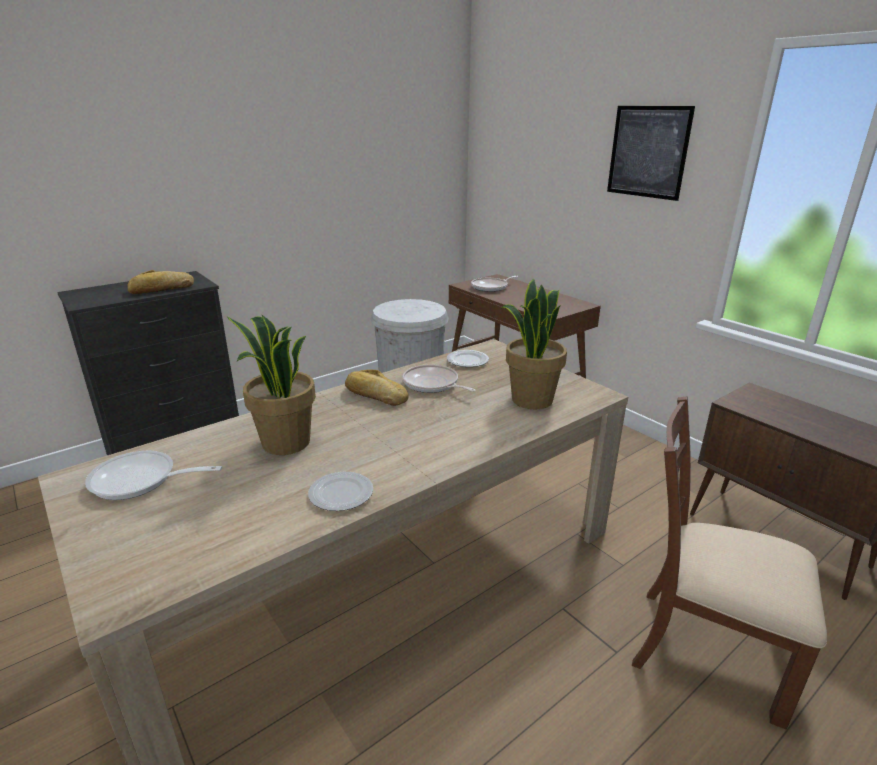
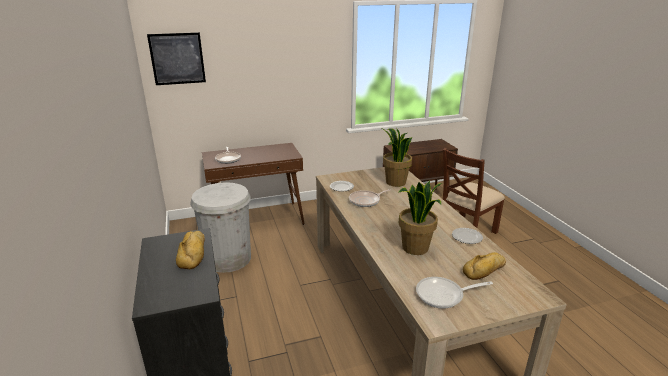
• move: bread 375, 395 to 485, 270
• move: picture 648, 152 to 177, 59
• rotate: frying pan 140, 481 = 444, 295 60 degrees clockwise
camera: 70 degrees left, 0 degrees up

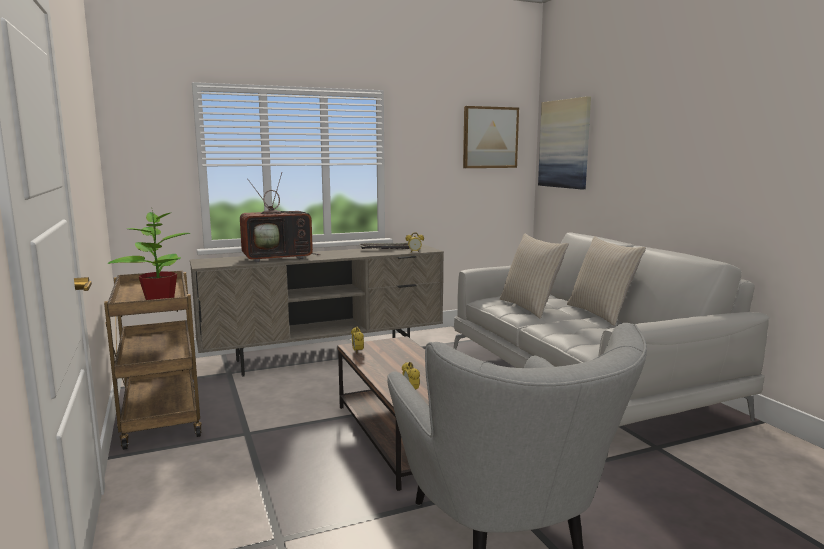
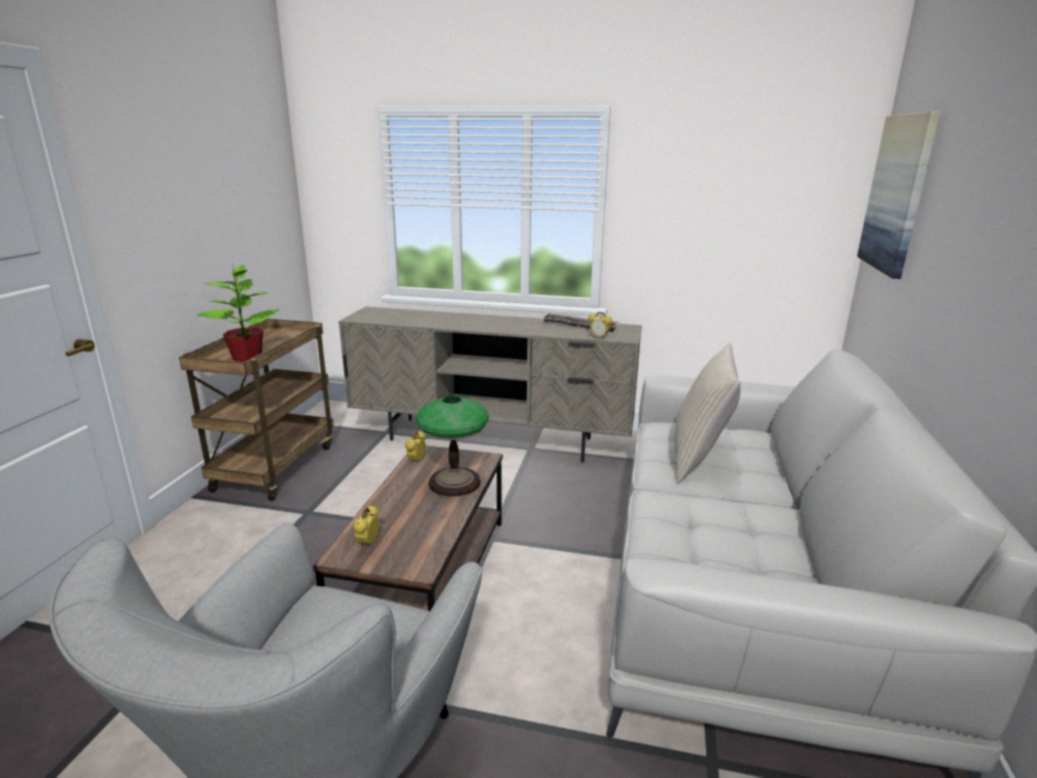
• delete: television 279, 258
• delete: picture 490, 137
• delete: beige pillow 601, 314
• insert: table lamp 454, 482
camera: 35 degrees right, 10 degrees up

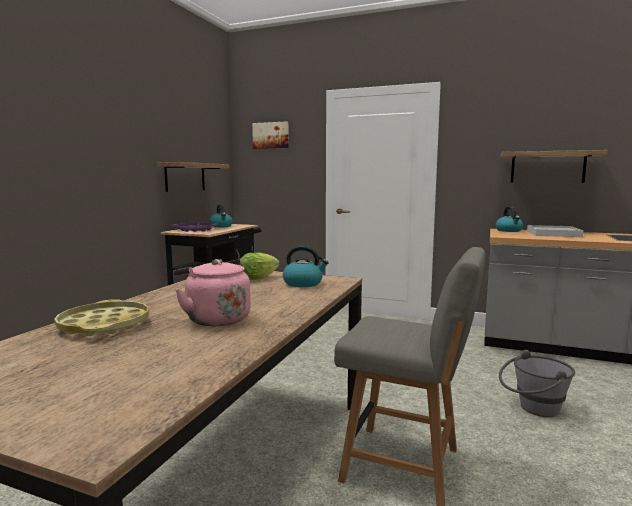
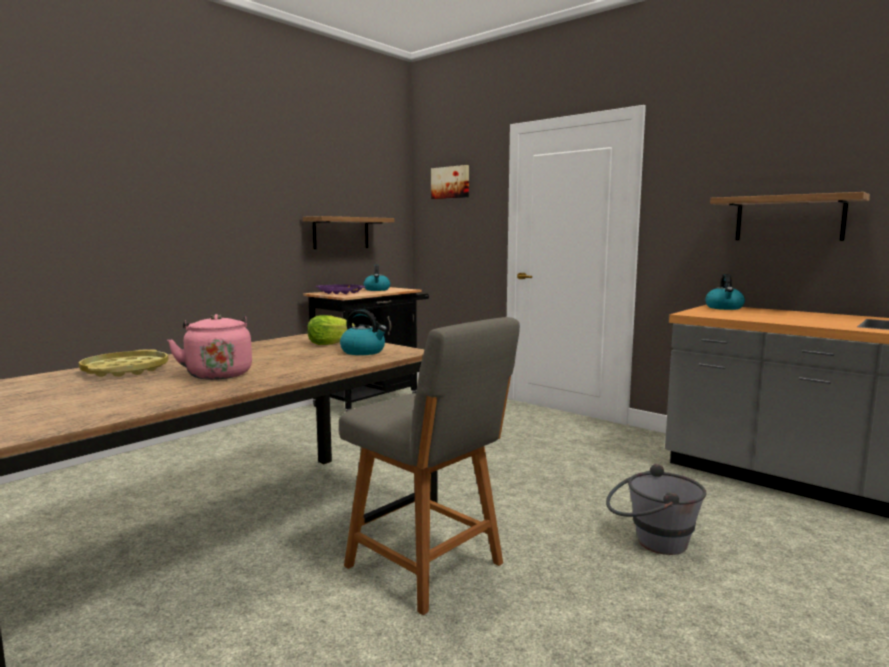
• delete: white tray 553, 234
camera: 20 degrees right, 0 degrees up

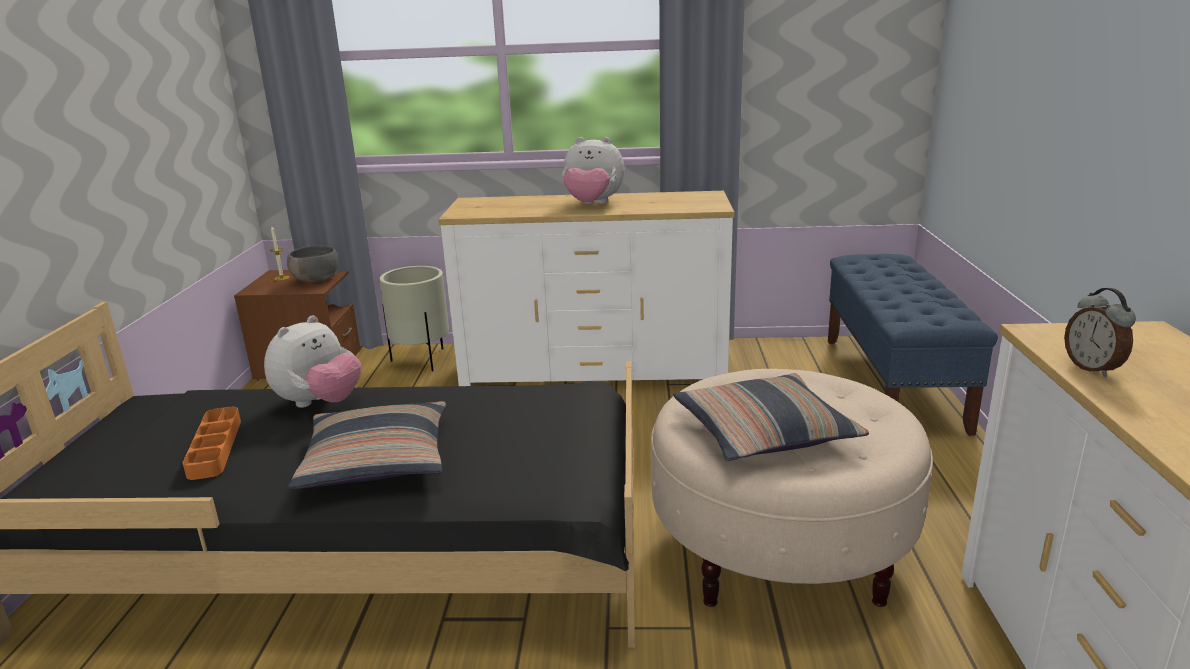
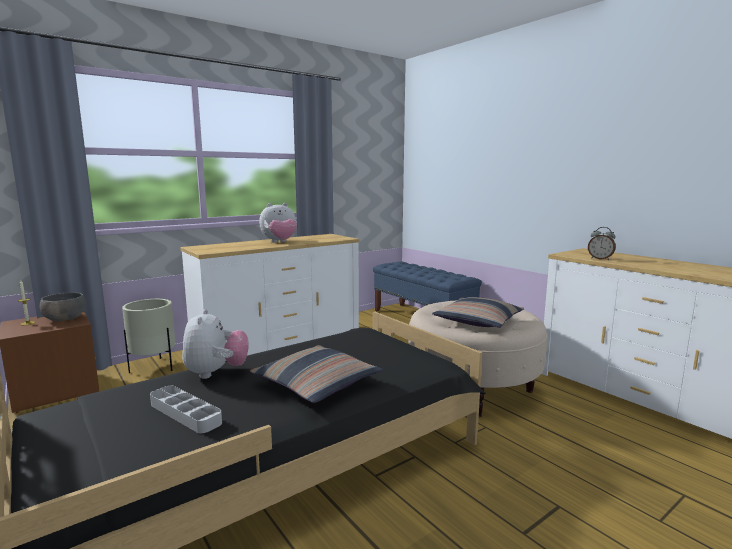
• recolor: orange tray 215, 447 to grey tray 185, 413
camera: 40 degrees left, 10 degrees down

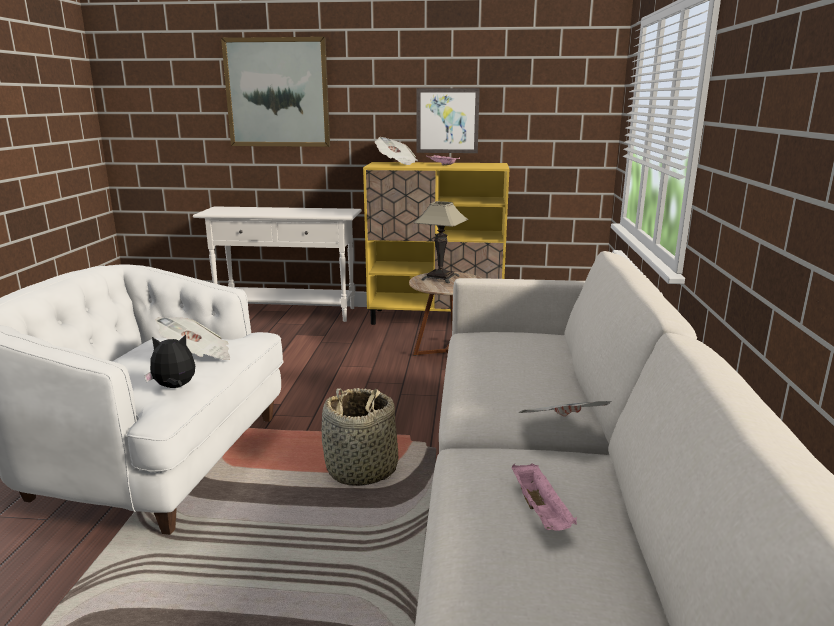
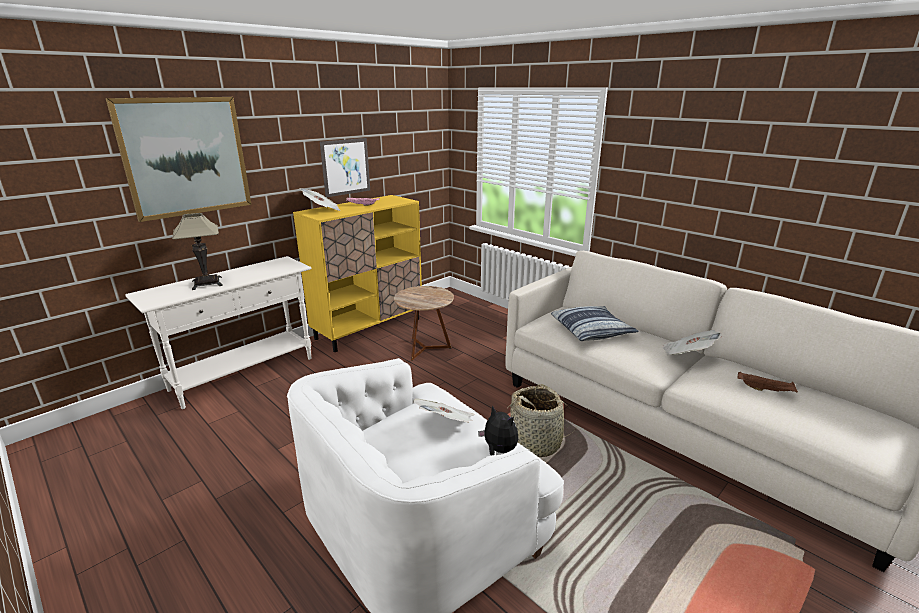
• insert: pillow 592, 330
• move: table lamp 440, 278 to 207, 283
• recolor: pink tray 541, 512 to brown tray 765, 390
• rotate: plush toy 174, 387 = 498, 450 105 degrees clockwise
camera: 50 degrees left, 5 degrees up

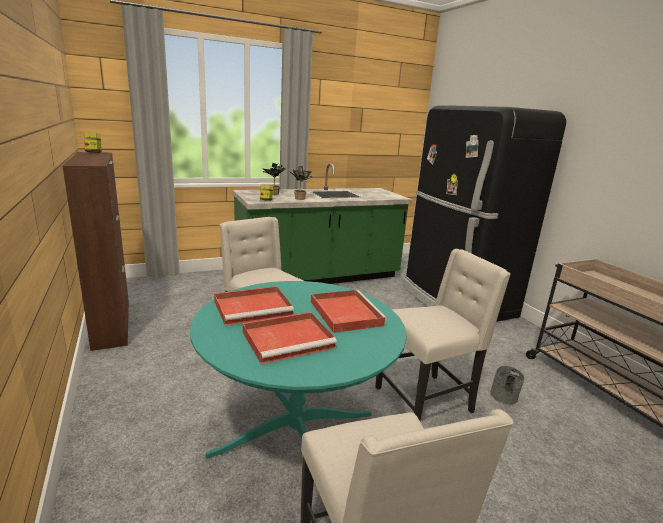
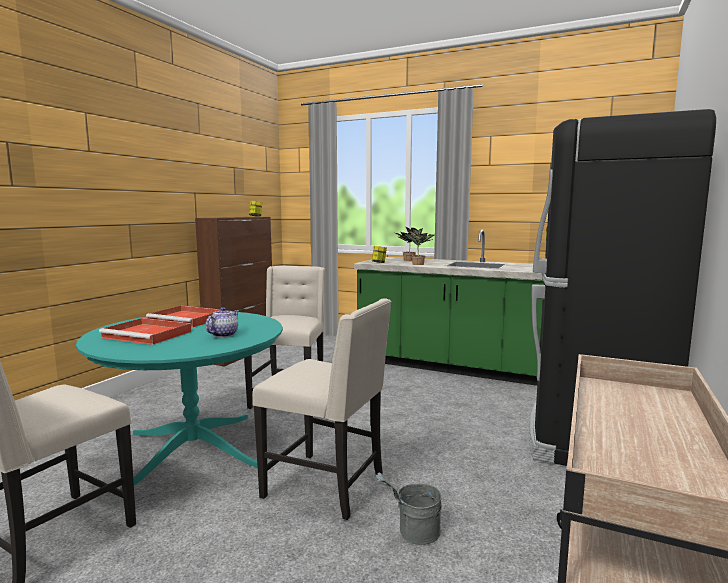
• replace: red tray 345, 312 to teapot 224, 334
camera: 50 degrees right, 10 degrees down

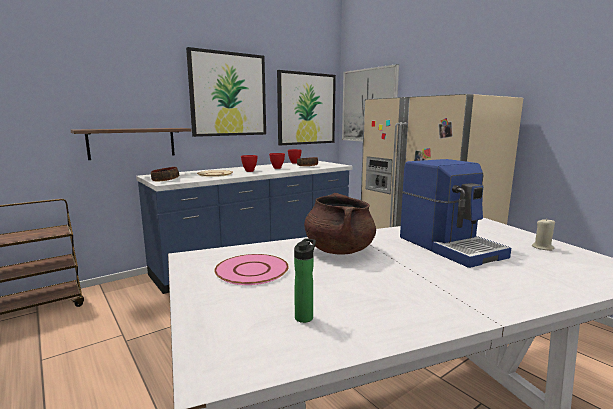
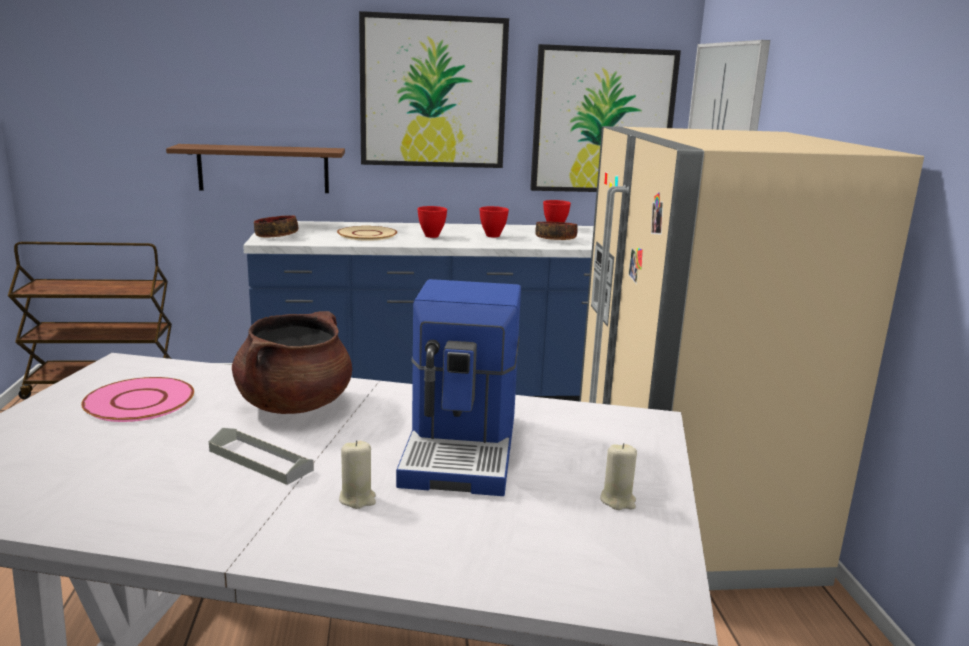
• delete: bottle 305, 316
• insert: grey tray 260, 460
• insert: beige candle 357, 499
camera: 30 degrees right, 5 degrees up

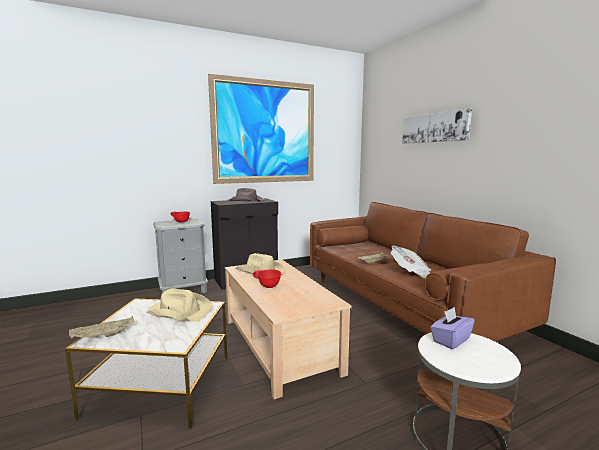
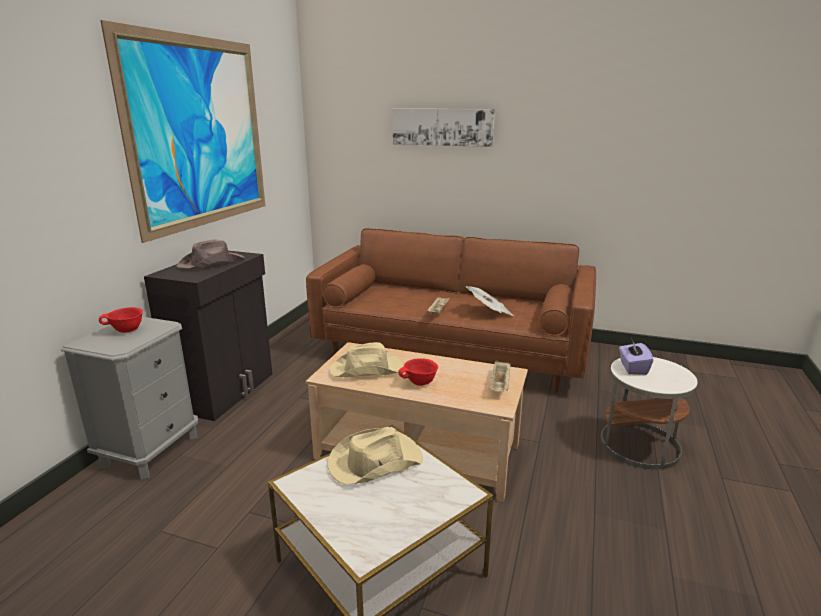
• move: beige tray 102, 336 to 499, 386
camera: 45 degrees left, 10 degrees up

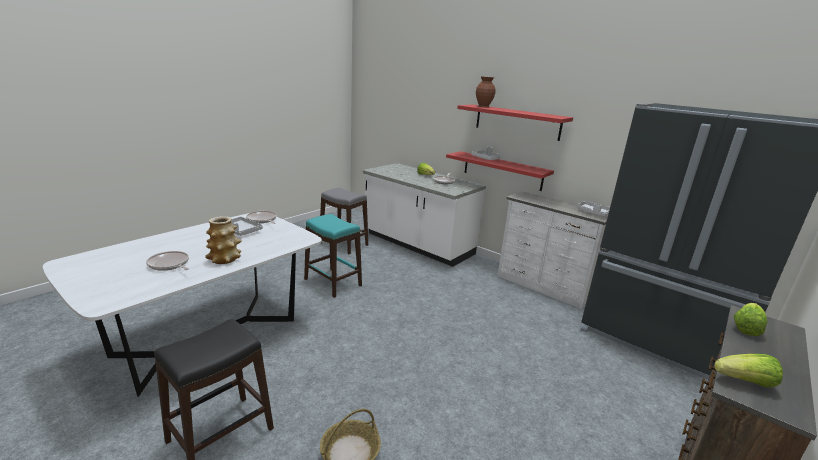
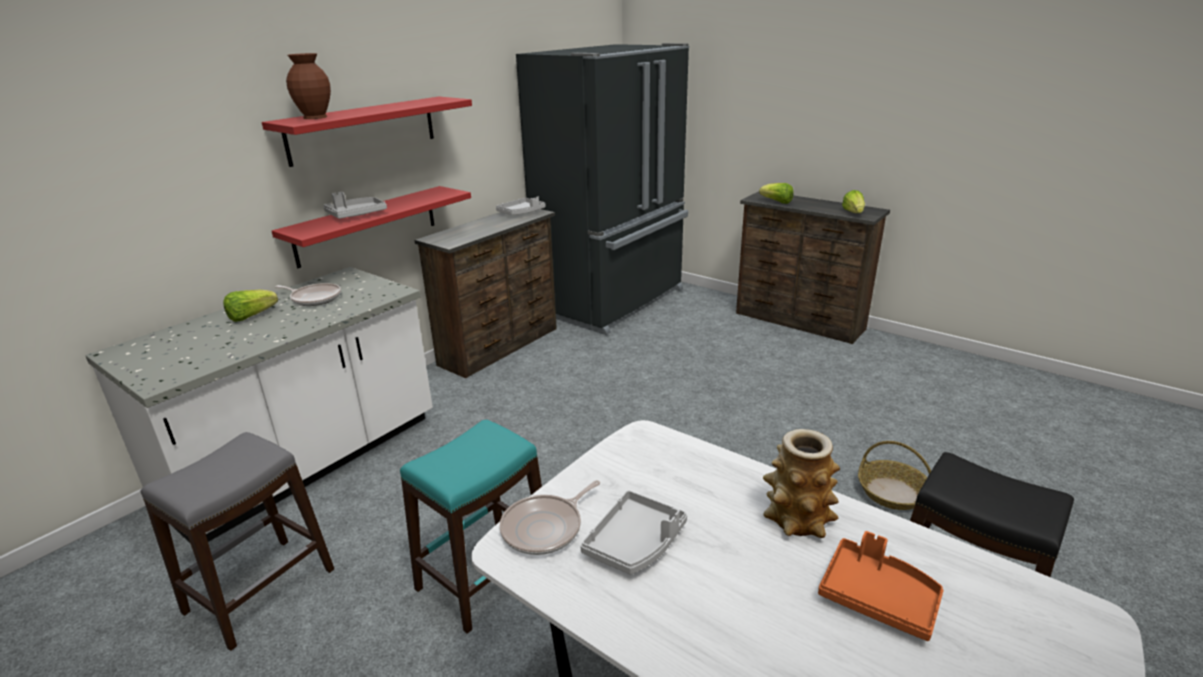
• replace: frying pan 169, 264 to orange tray 878, 597
• recolor: white dresser 542, 287 to brown dresser 501, 346
camera: 90 degrees left, 5 degrees up

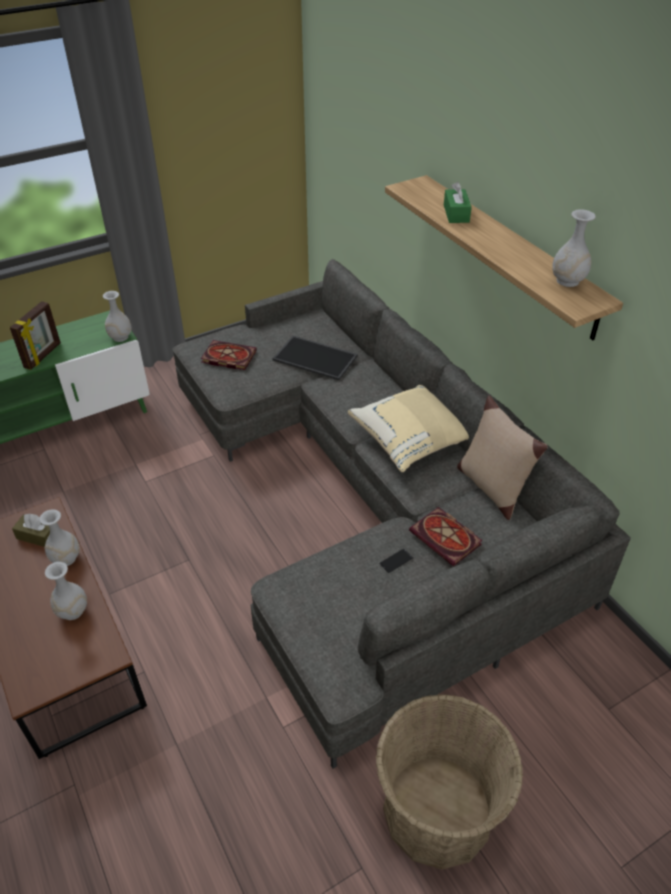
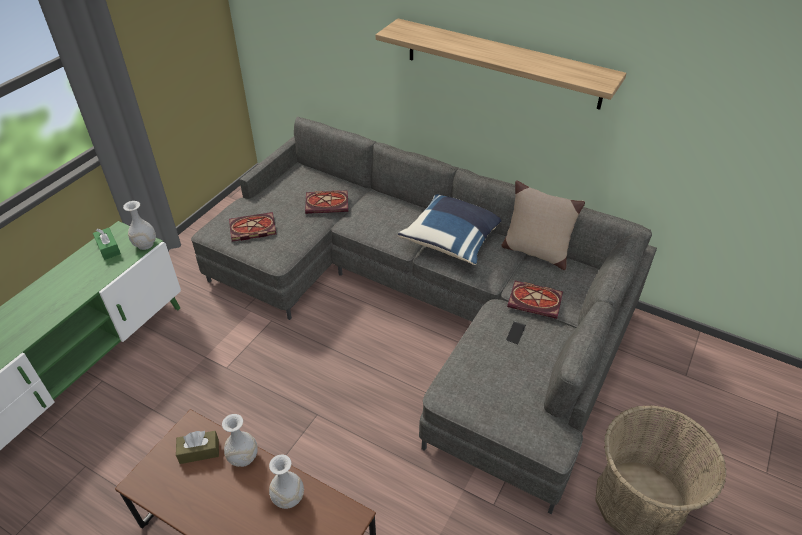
• delete: picture frame 43, 356
• delete: white vase 568, 281
• move: green tissue box 456, 213 to 108, 248
• replace: tray 316, 357 to book 328, 203
• recolor: beige pillow 411, 440 to blue pillow 453, 239
camera: 30 degrees left, 0 degrees up

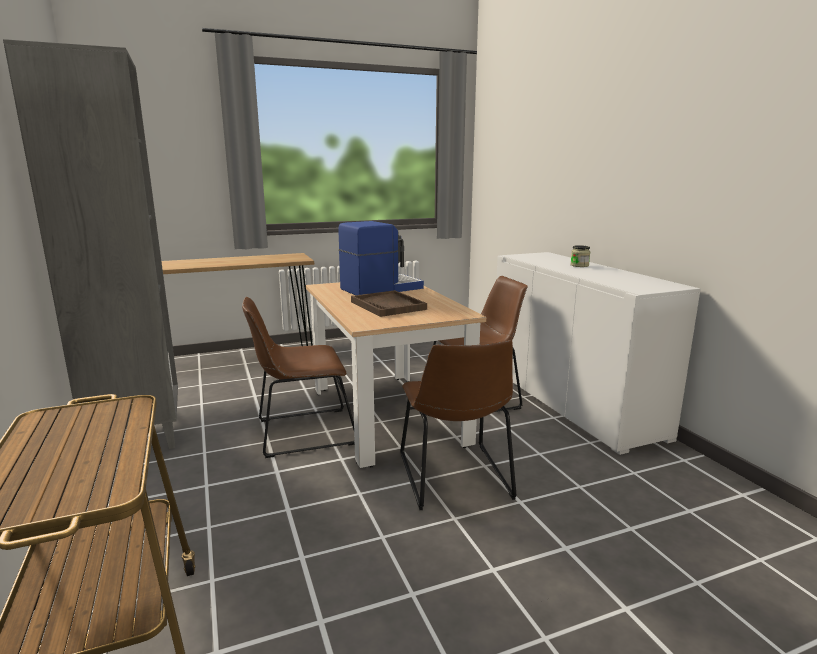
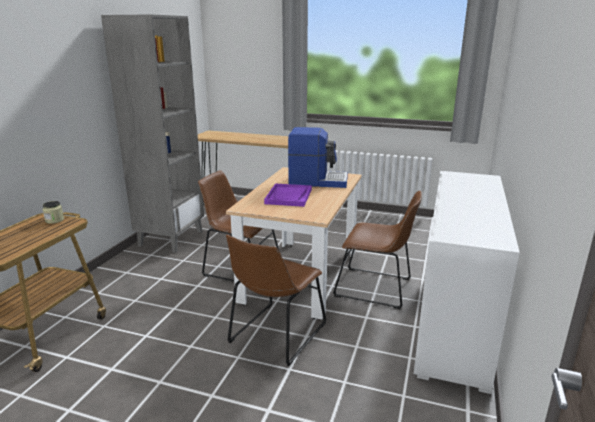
• move: jar 579, 265 to 54, 220
• recolor: brown tray 388, 305 to purple tray 289, 196
camera: 40 degrees right, 5 degrees up

